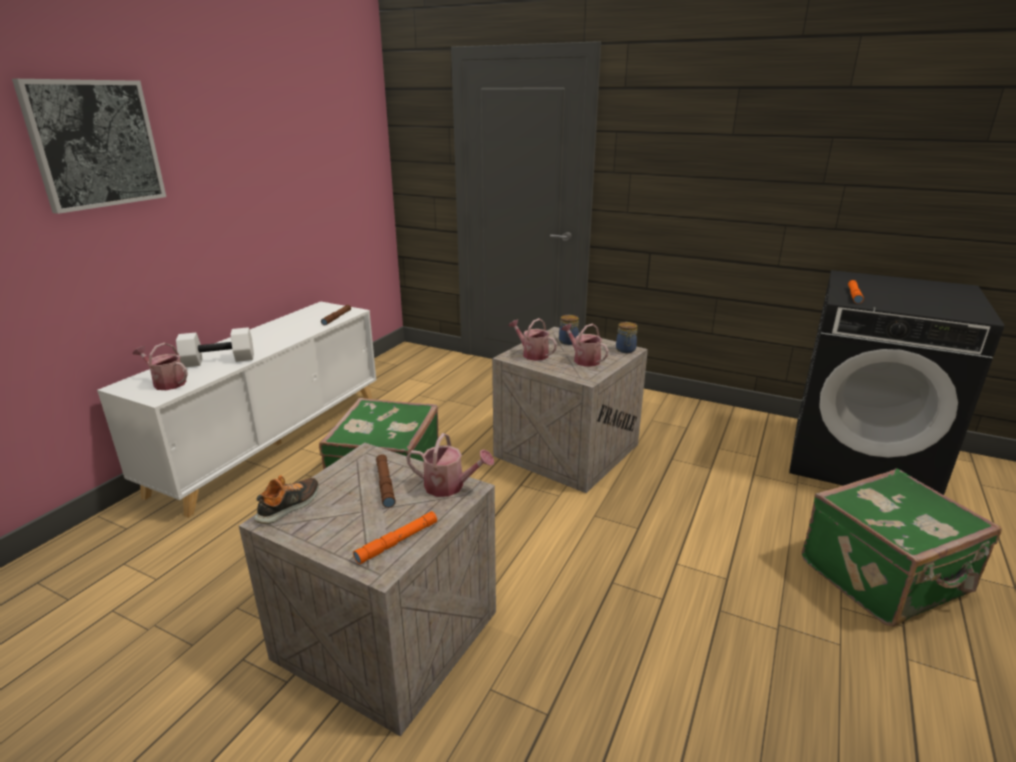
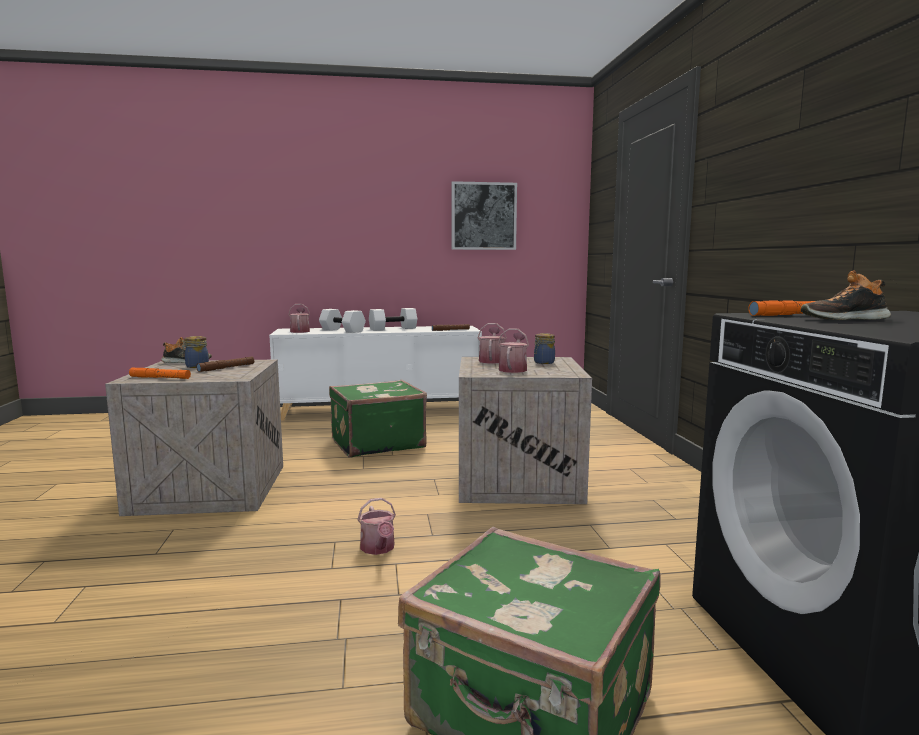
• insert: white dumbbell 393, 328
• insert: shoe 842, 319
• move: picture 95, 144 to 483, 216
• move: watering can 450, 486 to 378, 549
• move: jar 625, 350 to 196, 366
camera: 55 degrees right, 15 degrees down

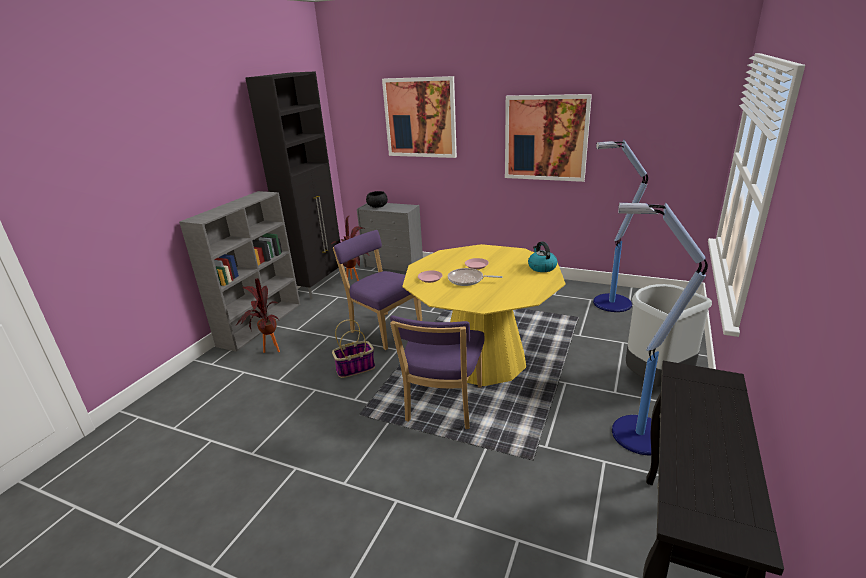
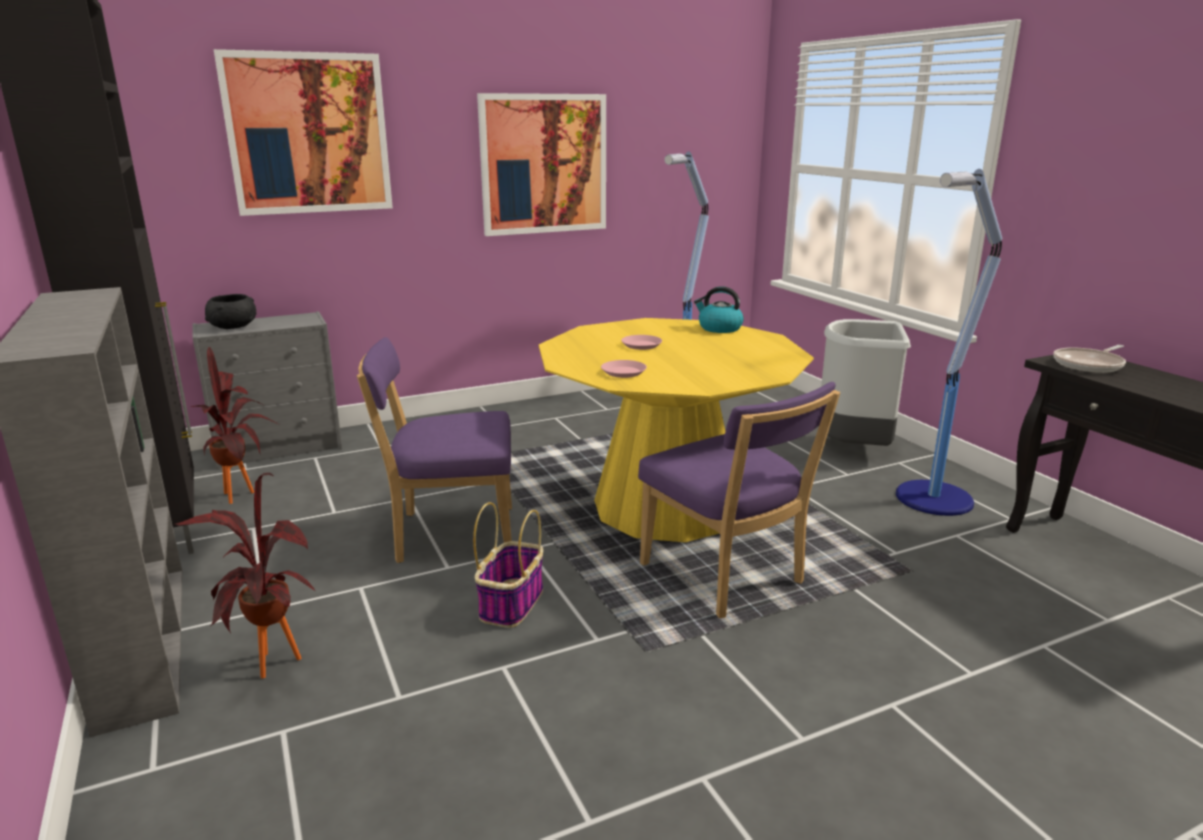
• move: frying pan 468, 280 to 1090, 365
camera: 50 degrees left, 5 degrees down

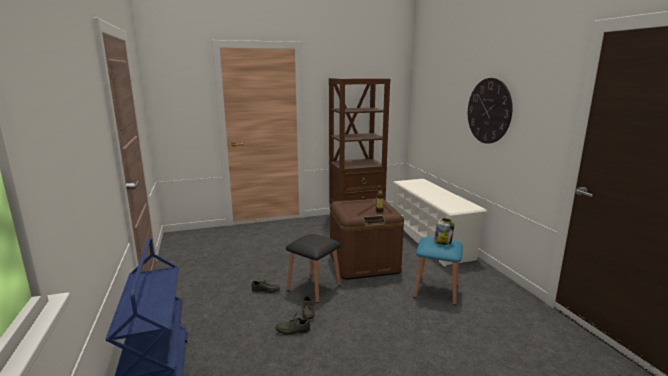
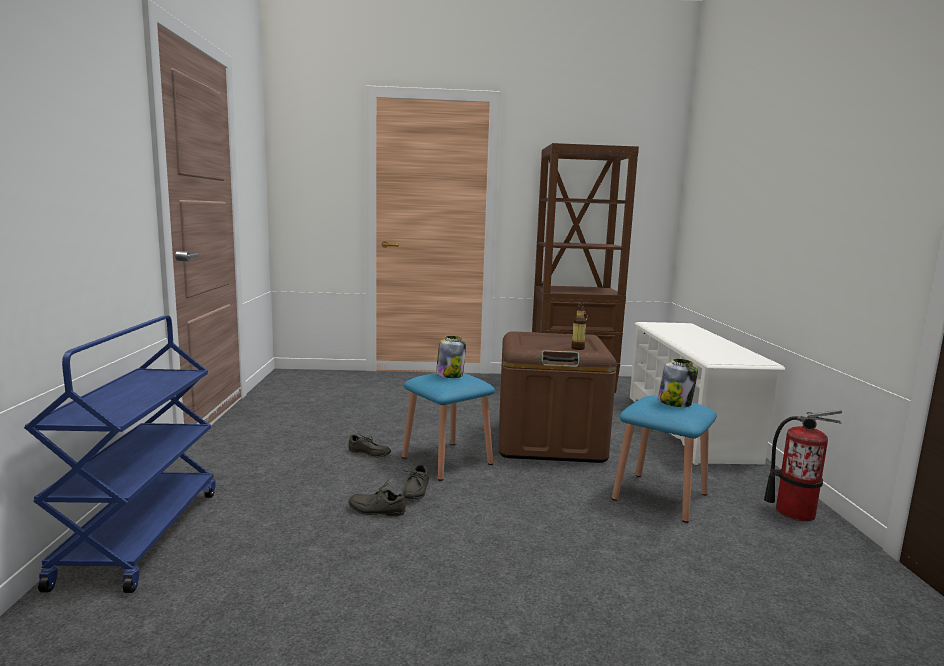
• delete: wall clock 489, 111
• insert: jar 450, 375
• insert: fire extinguisher 794, 512
• recolor: black stool 314, 287 to blue stool 447, 460
camera: 15 degrees right, 5 degrees down

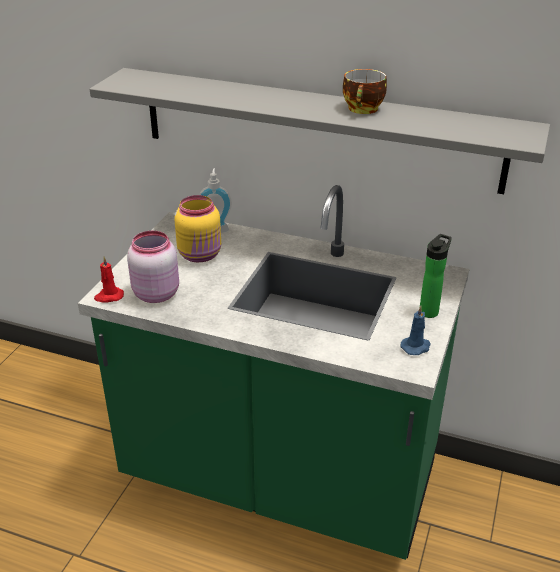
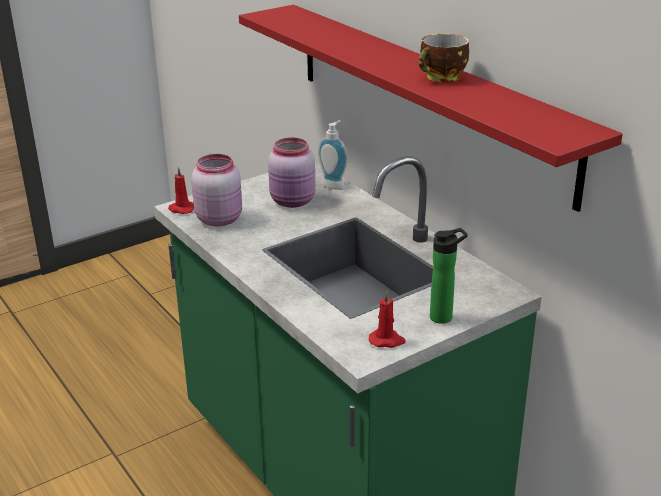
• recolor: grey shelf 317, 129 to red shelf 425, 96
• recolor: yellow jar 201, 255 to pink jar 293, 201
• recolor: blue candle 416, 347 to red candle 387, 340
camera: 35 degrees right, 5 degrees down

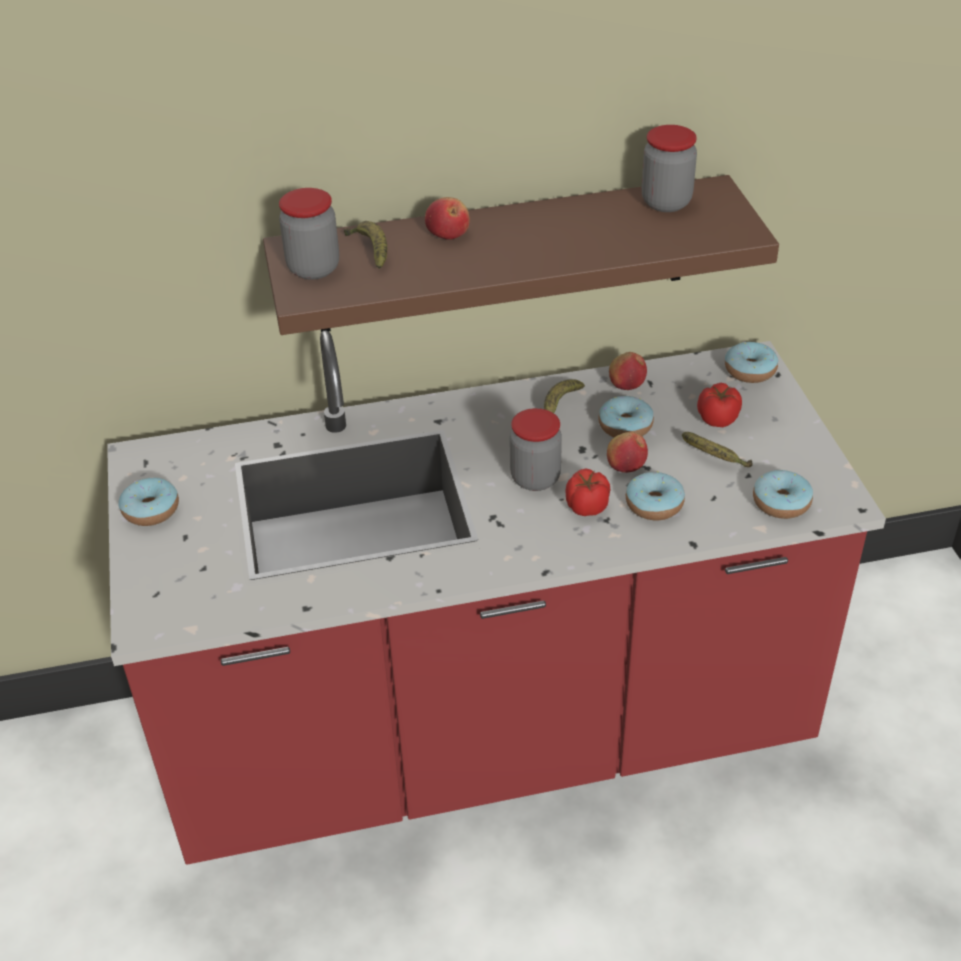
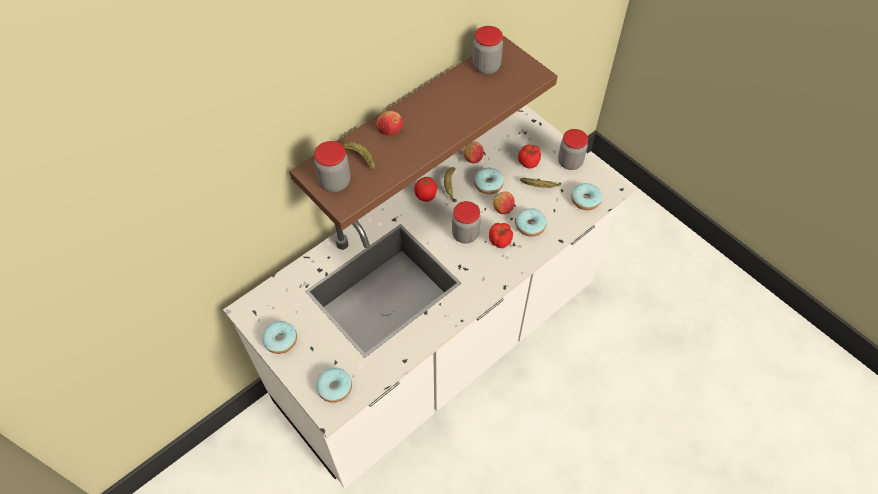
• insert: tomato 426, 197
• insert: jar 570, 162
• move: donut 750, 370 to 334, 388
• recolor: red counter 488, 737 to white counter 439, 346
camera: 30 degrees left, 15 degrees up

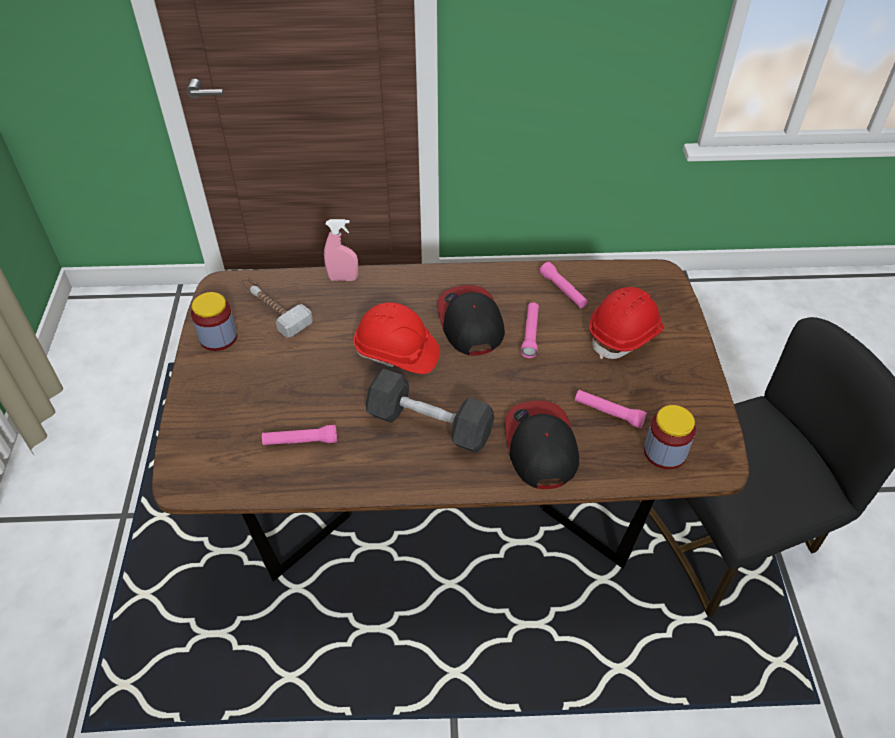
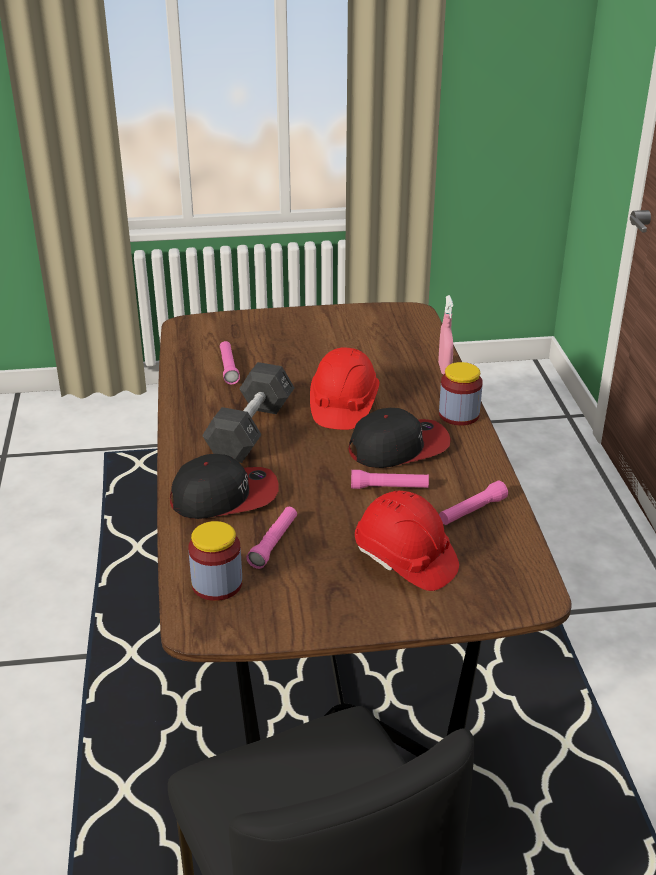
• delete: hammer 272, 309
• move: jar 218, 337 to 459, 415
camera: 85 degrees right, 15 degrees down

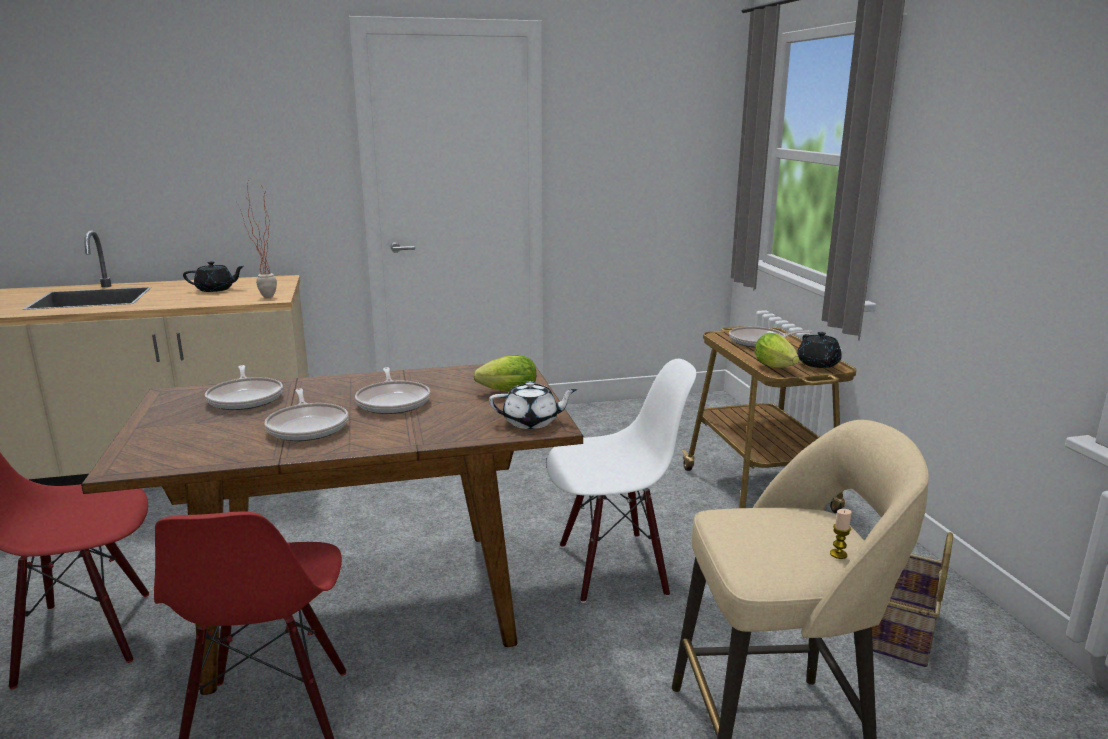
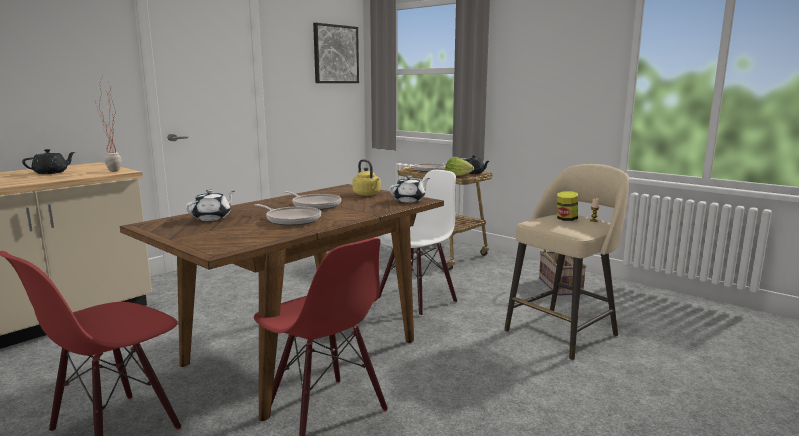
• insert: picture 335, 54
• insert: jar 566, 219
• replace: frying pan 246, 398 to white teapot 212, 218
• replace: lettuce 505, 392 to yellow kettle 367, 194
camera: 35 degrees left, 5 degrees down

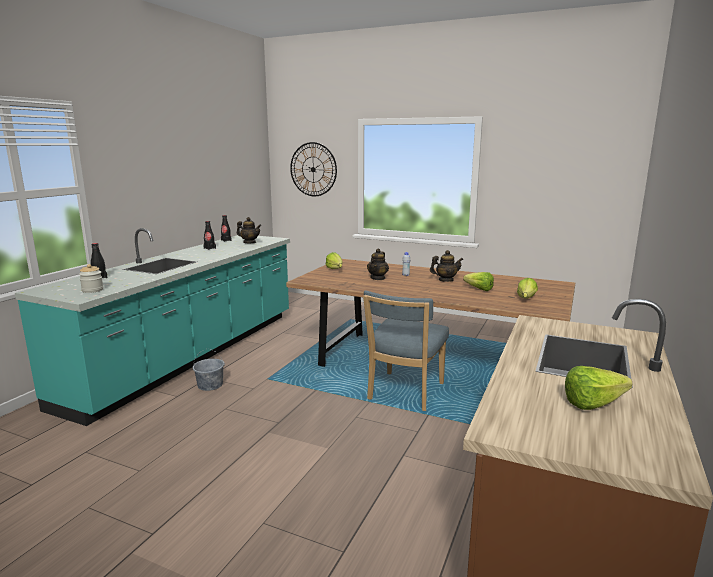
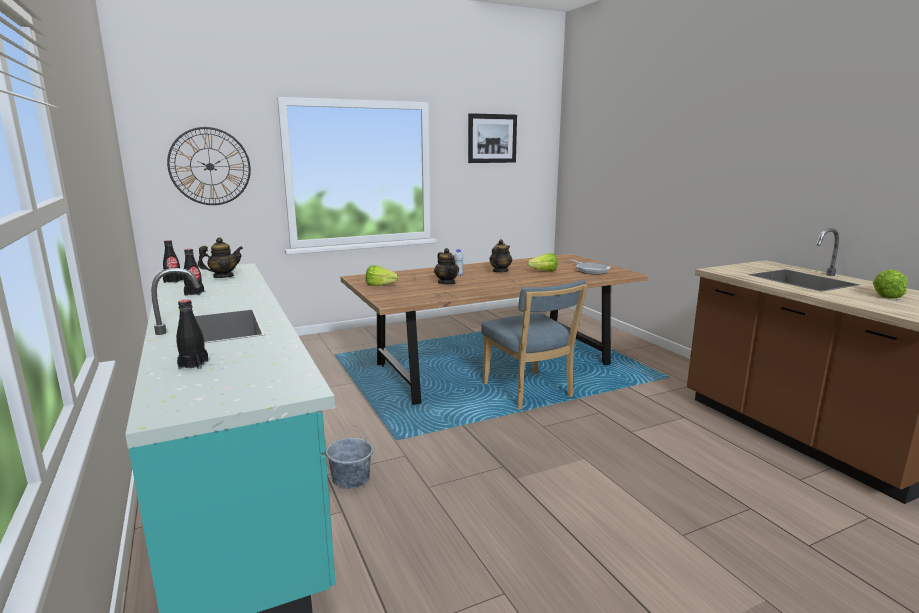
• delete: jar 92, 290
• insert: picture 492, 138
• replace: lettuce 525, 300 to frying pan 591, 271
camera: 50 degrees left, 0 degrees up

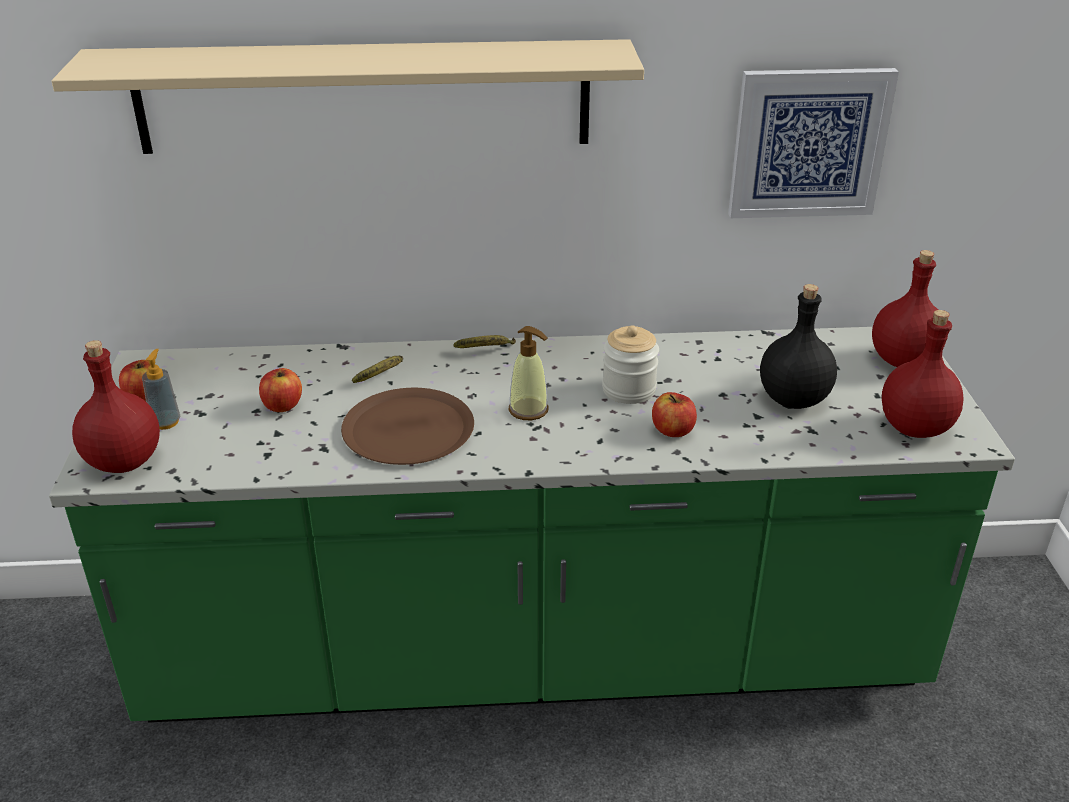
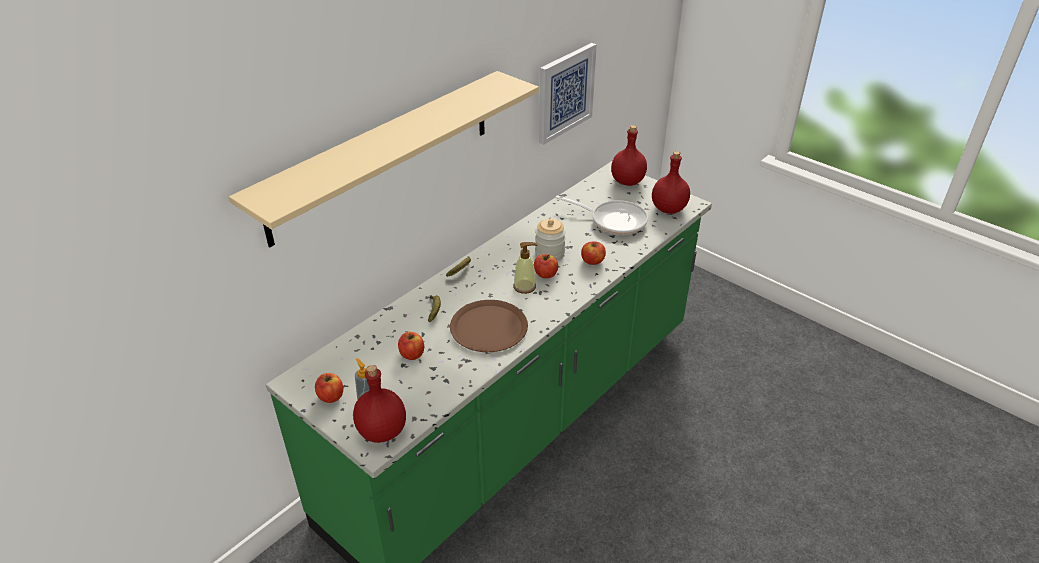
• insert: apple 545, 274
• replace: black bottle 793, 398 to frying pan 614, 220
camera: 45 degrees left, 5 degrees up

